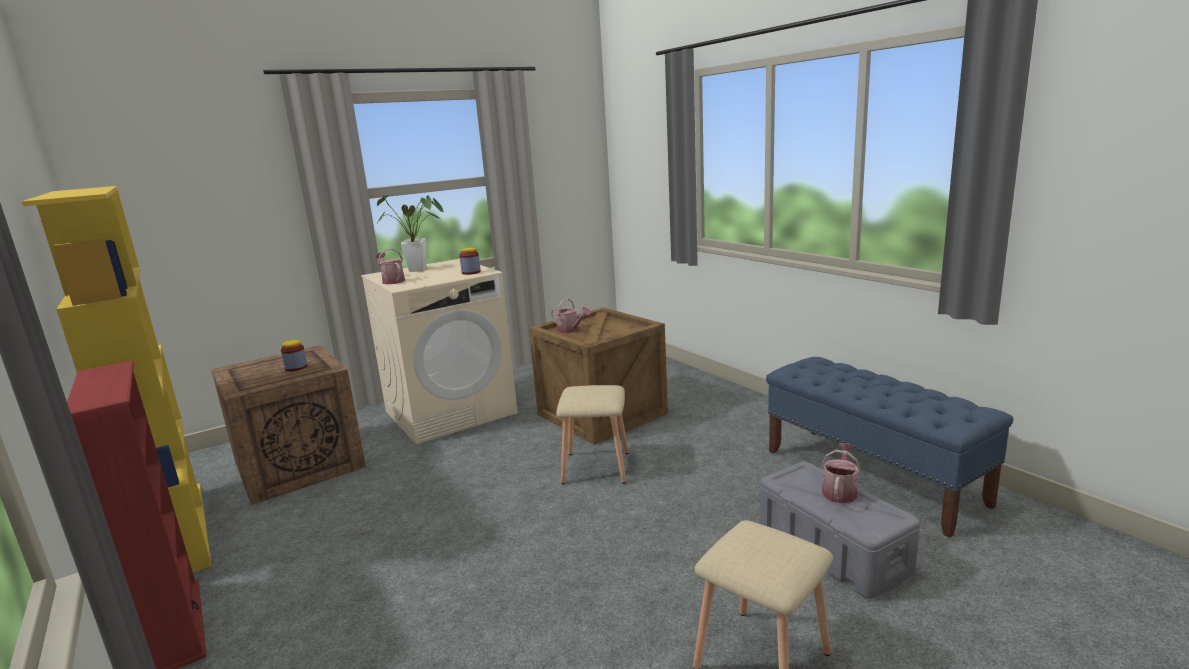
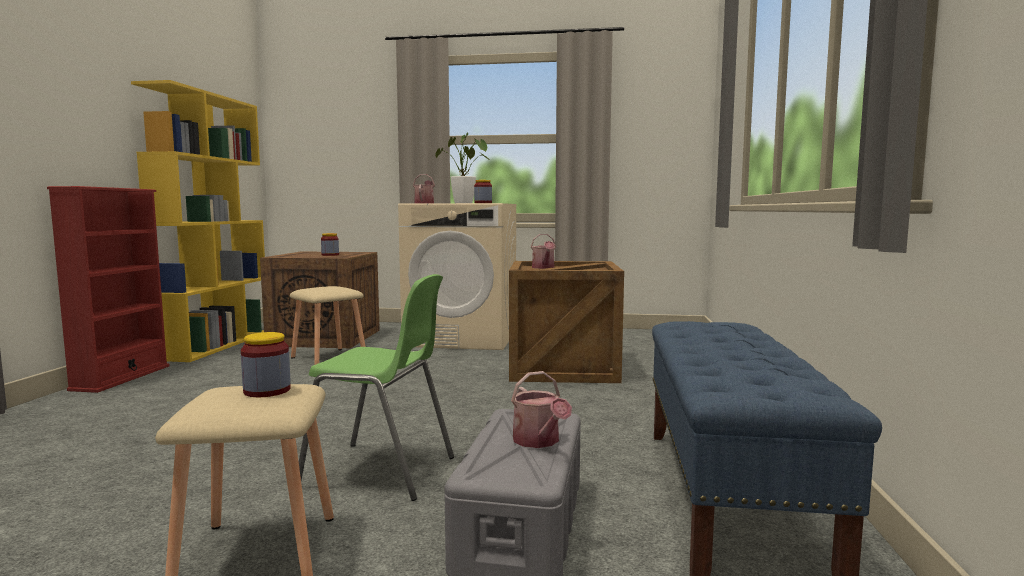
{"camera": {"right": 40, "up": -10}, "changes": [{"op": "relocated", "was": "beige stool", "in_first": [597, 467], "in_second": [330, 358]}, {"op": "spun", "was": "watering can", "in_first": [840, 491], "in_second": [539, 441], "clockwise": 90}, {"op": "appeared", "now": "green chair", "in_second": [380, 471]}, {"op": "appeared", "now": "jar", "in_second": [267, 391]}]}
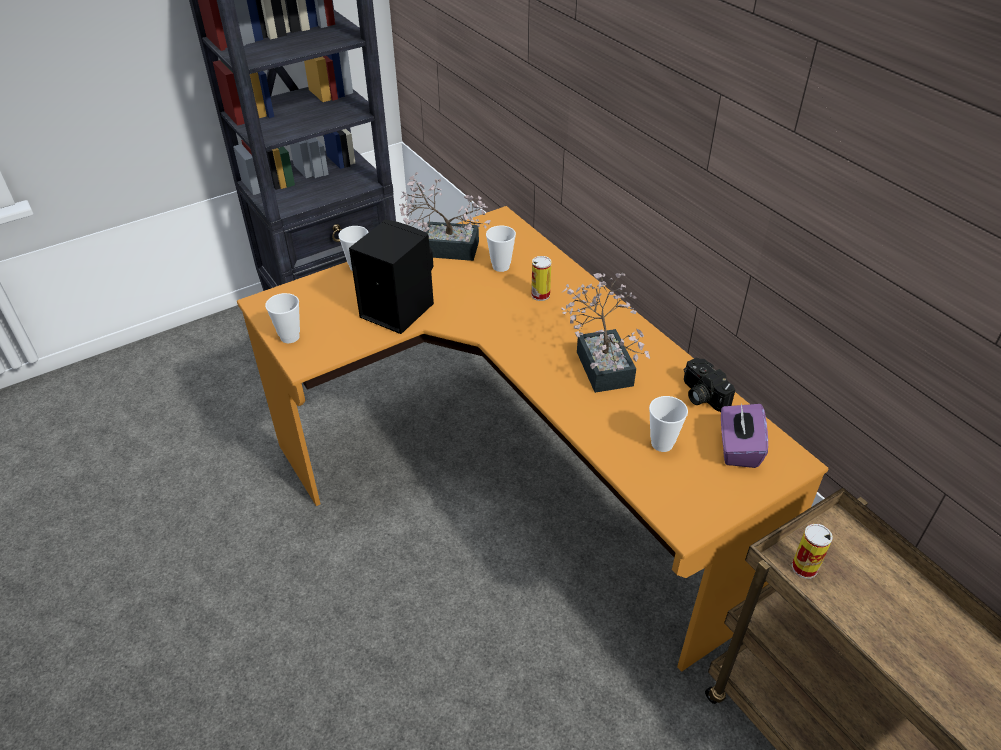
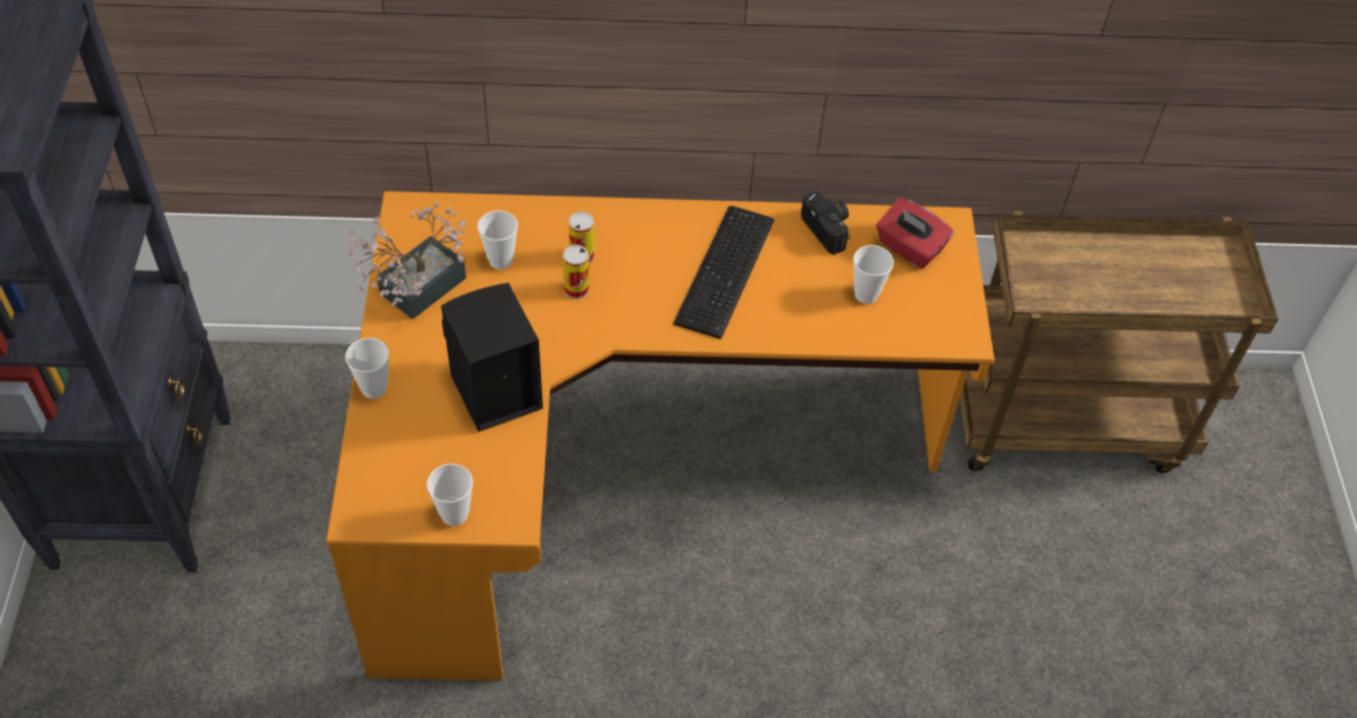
{"camera": {"right": -60, "up": 10}, "changes": [{"op": "exchanged", "was": "potted plant", "now": "keyboard", "in_first": [602, 362], "in_second": [728, 270]}, {"op": "spun", "was": "photo camera", "in_first": [701, 395], "in_second": [829, 229], "clockwise": -120}, {"op": "colour", "was": "purple tissue box", "now": "red tissue box", "in_first": [738, 448], "in_second": [909, 248]}, {"op": "relocated", "was": "can", "in_first": [804, 567], "in_second": [576, 289]}]}
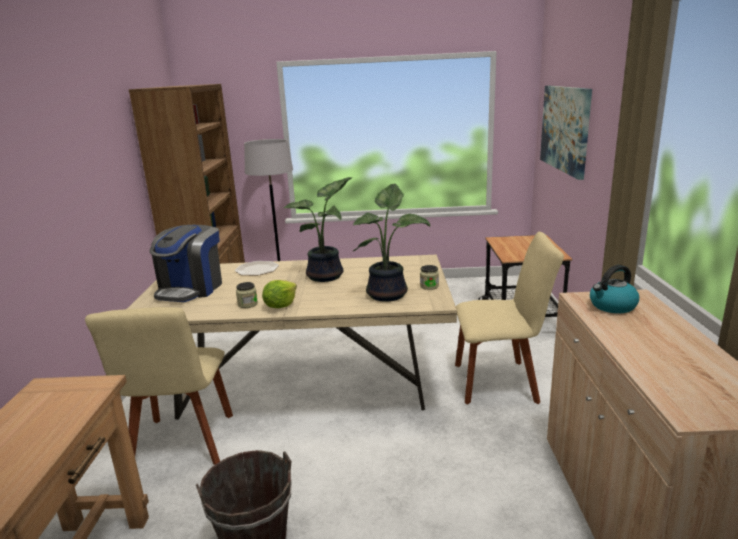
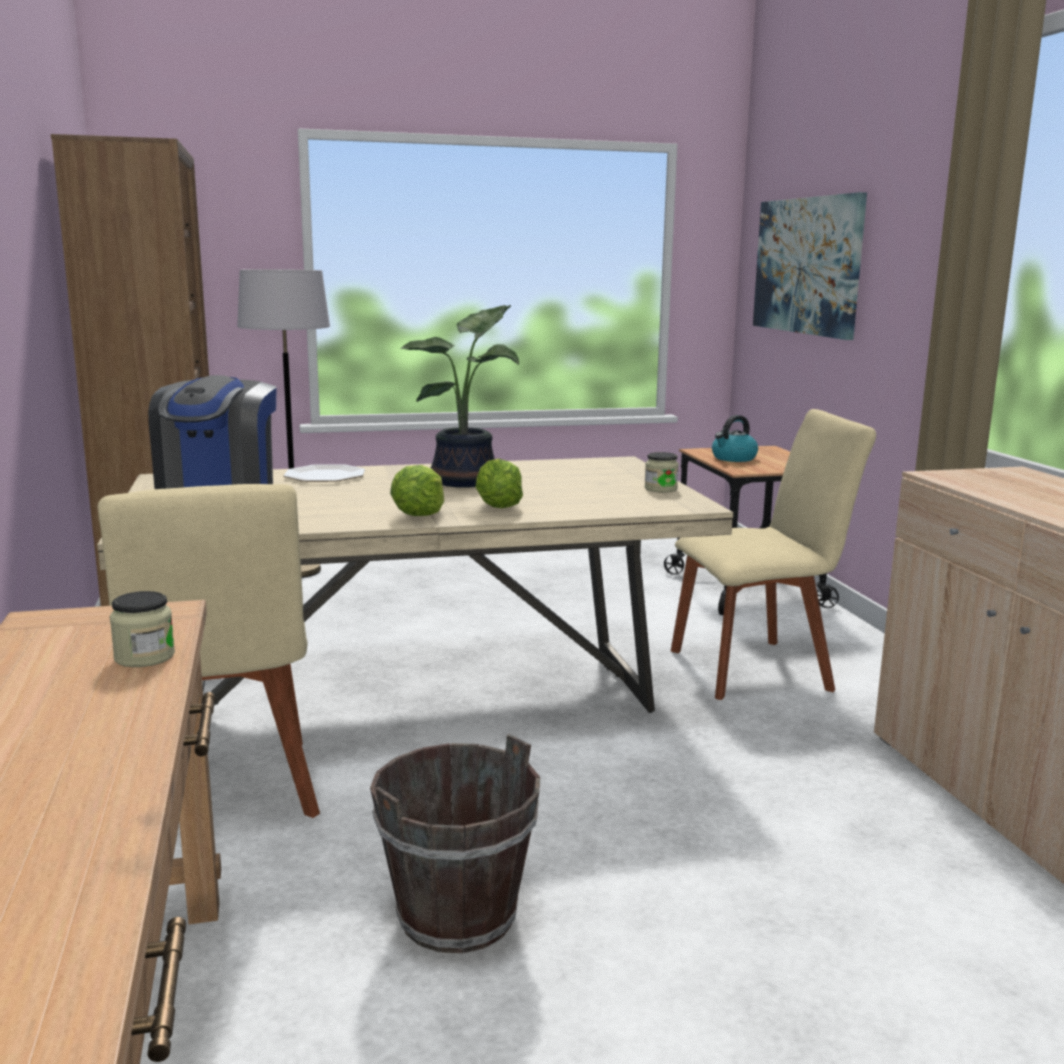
{"camera": {"right": -15, "up": -5}, "changes": [{"op": "missing", "was": "potted plant", "in_first": [389, 294]}, {"op": "relocated", "was": "kettle", "in_first": [612, 306], "in_second": [733, 458]}, {"op": "relocated", "was": "jar", "in_first": [247, 304], "in_second": [144, 657]}, {"op": "appeared", "now": "lettuce", "in_second": [497, 507]}]}
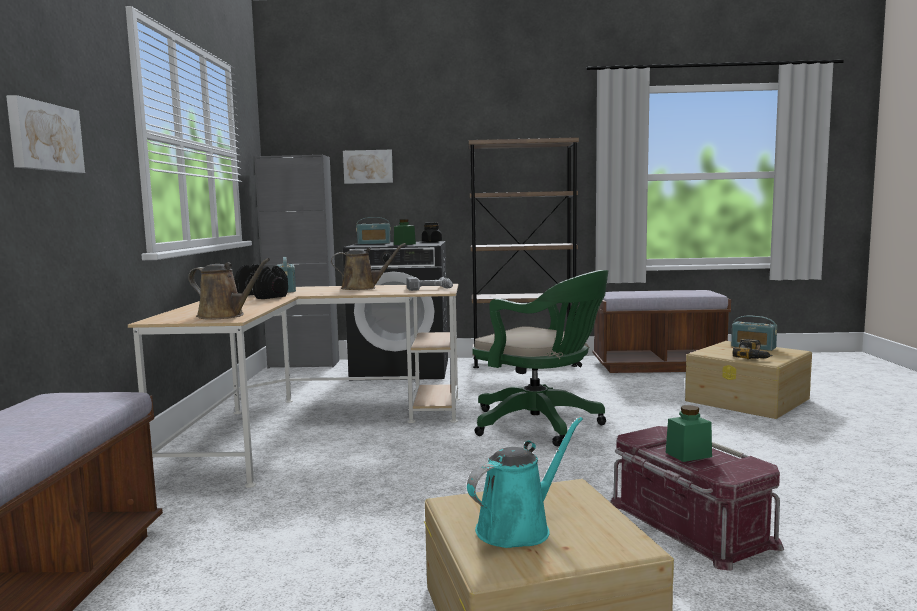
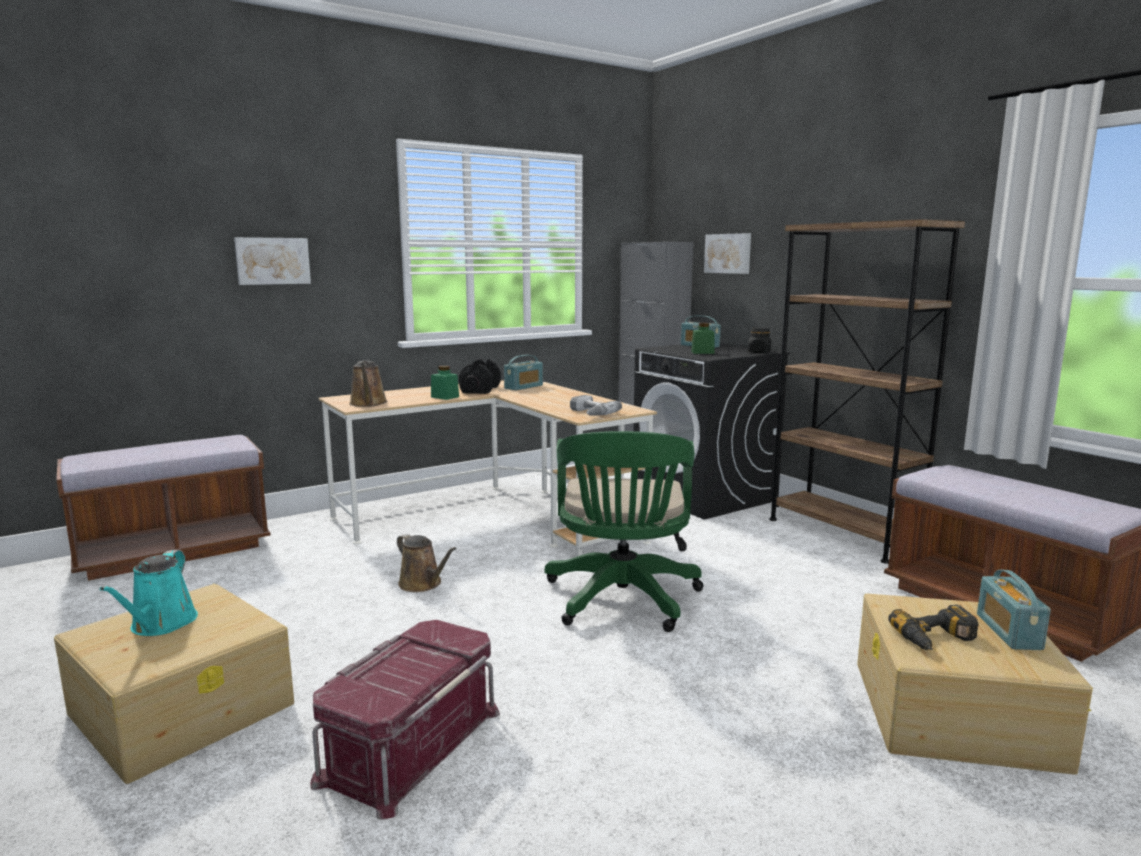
{"camera": {"right": 55, "up": 5}, "changes": [{"op": "relocated", "was": "brown watering can", "in_first": [362, 288], "in_second": [423, 584]}, {"op": "relocated", "was": "green jar", "in_first": [688, 454], "in_second": [445, 397]}, {"op": "spun", "was": "turquoise watering can", "in_first": [518, 527], "in_second": [160, 625], "clockwise": 75}]}
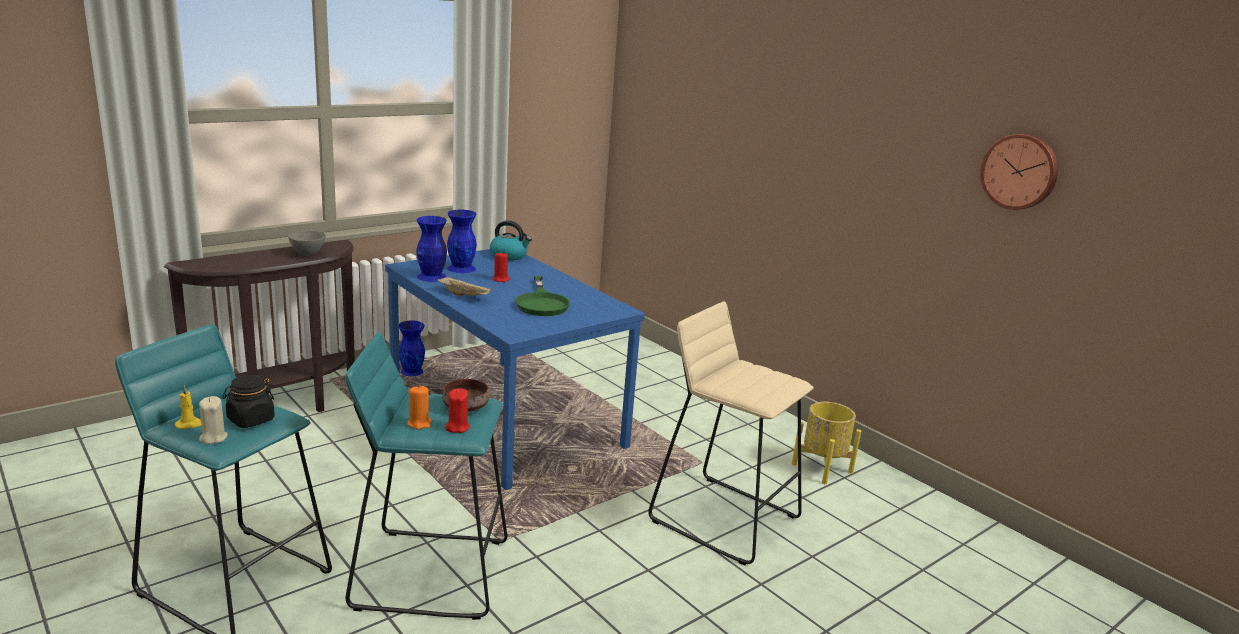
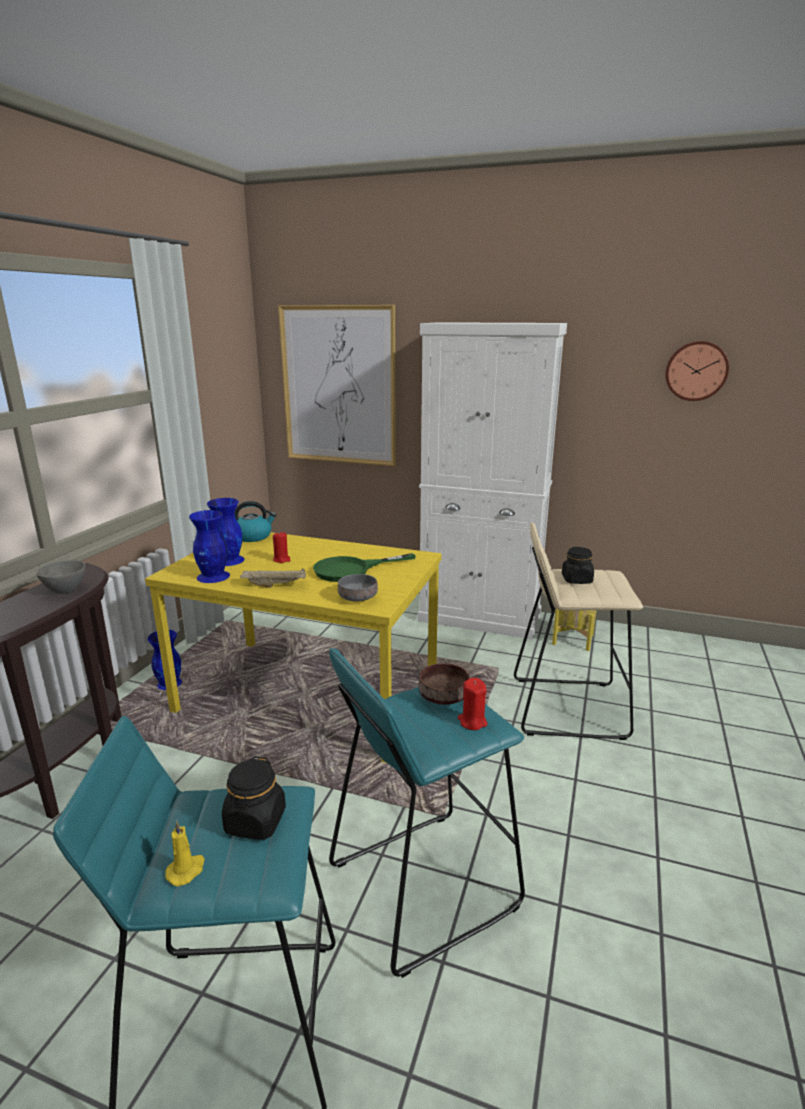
{"camera": {"right": -30, "up": 0}, "changes": [{"op": "colour", "was": "blue dining table", "now": "yellow dining table", "in_first": [507, 419], "in_second": [310, 694]}, {"op": "spun", "was": "green frying pan", "in_first": [542, 303], "in_second": [351, 570], "clockwise": 105}, {"op": "missing", "was": "orange candle", "in_first": [419, 423]}, {"op": "missing", "was": "beige candle", "in_first": [213, 438]}, {"op": "appeared", "now": "picture", "in_second": [338, 386]}, {"op": "appeared", "now": "white cabinet", "in_second": [480, 617]}, {"op": "appeared", "now": "black jar", "in_second": [577, 580]}, {"op": "appeared", "now": "grey bowl", "in_second": [357, 597]}]}
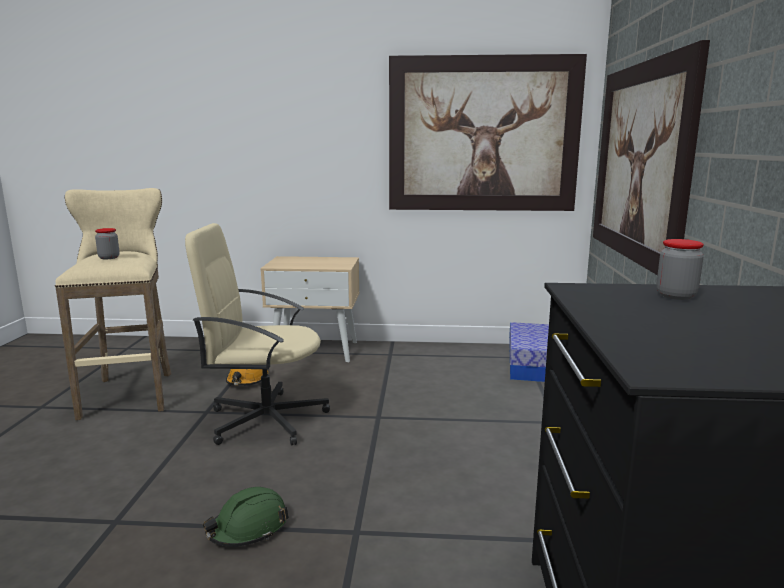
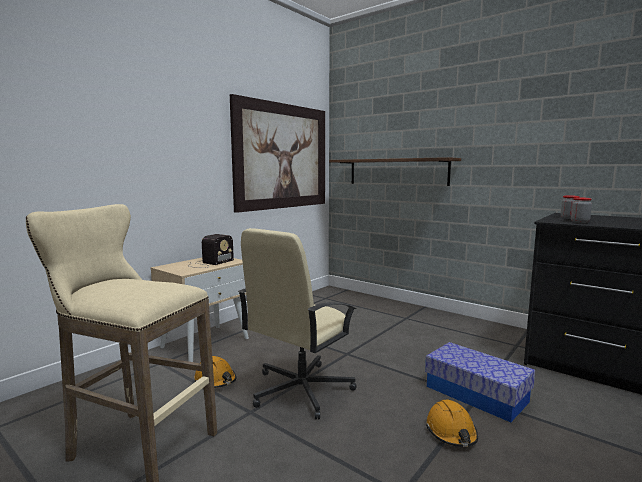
{"camera": {"right": -55, "up": -5}, "changes": [{"op": "exchanged", "was": "picture", "now": "shelf", "in_first": [640, 162], "in_second": [397, 172]}, {"op": "relocated", "was": "jar", "in_first": [109, 258], "in_second": [579, 222]}, {"op": "relocated", "was": "storage box", "in_first": [531, 365], "in_second": [476, 394]}, {"op": "colour", "was": "green hard hat", "now": "orange hard hat", "in_first": [248, 528], "in_second": [451, 432]}, {"op": "appeared", "now": "radio", "in_second": [209, 263]}]}
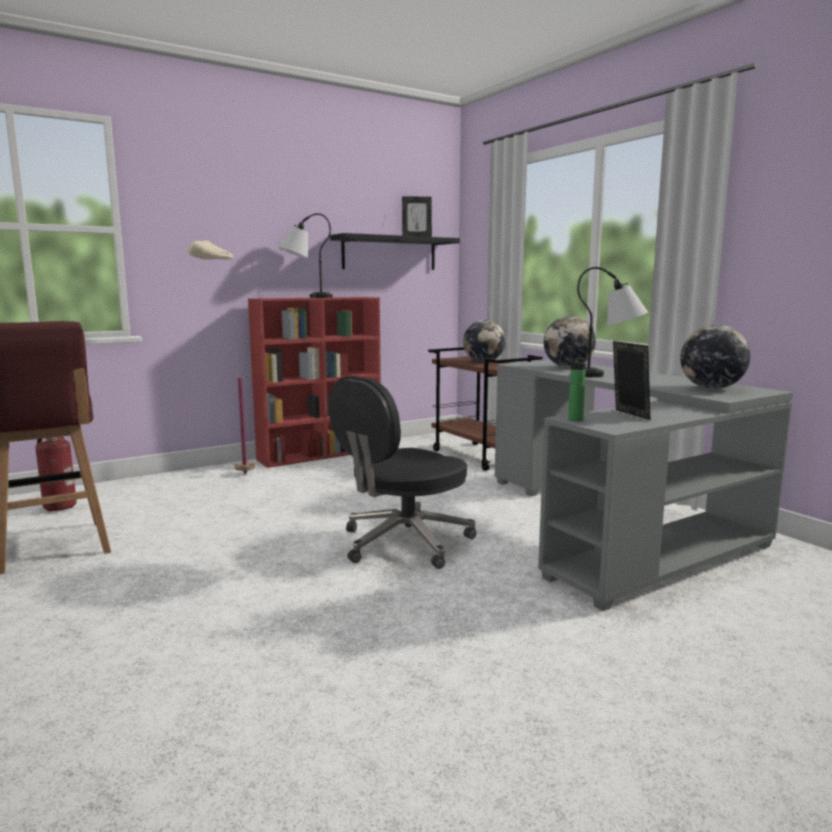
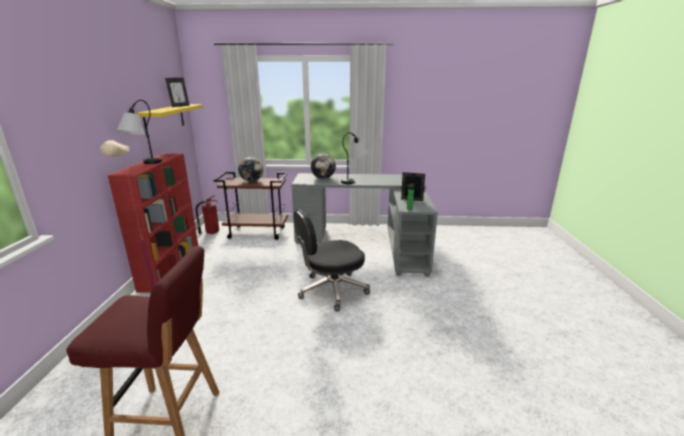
{"camera": {"right": -55, "up": 10}, "changes": [{"op": "colour", "was": "black shelf", "now": "yellow shelf", "in_first": [389, 253], "in_second": [164, 119]}, {"op": "missing", "was": "globe", "in_first": [711, 388]}, {"op": "spun", "was": "black office chair", "in_first": [403, 543], "in_second": [331, 290], "clockwise": 75}, {"op": "relocated", "was": "fire extinguisher", "in_first": [59, 507], "in_second": [211, 232]}]}
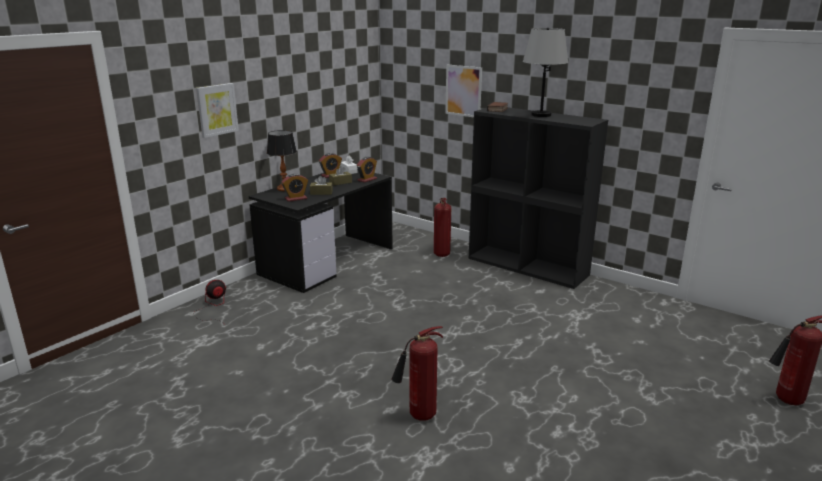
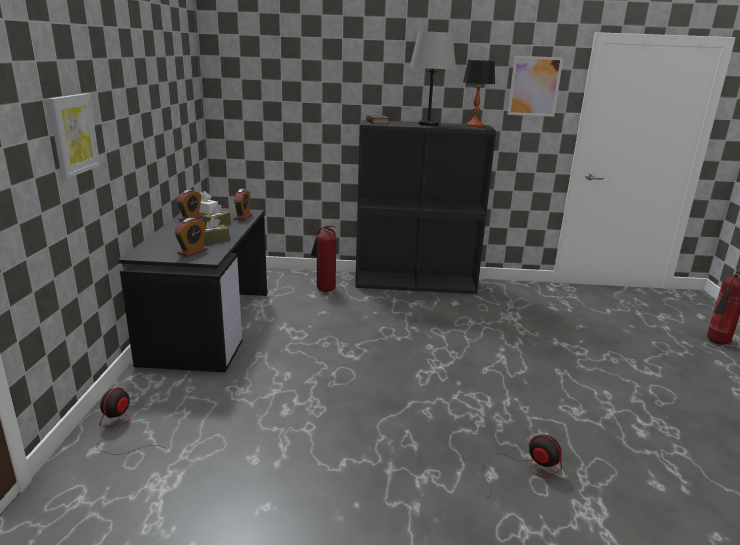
{"camera": {"right": -35, "up": 0}, "changes": [{"op": "relocated", "was": "picture", "in_first": [463, 91], "in_second": [534, 86]}, {"op": "relocated", "was": "table lamp", "in_first": [284, 188], "in_second": [474, 125]}, {"op": "exchanged", "was": "fire extinguisher", "now": "fan", "in_first": [419, 416], "in_second": [525, 469]}]}
